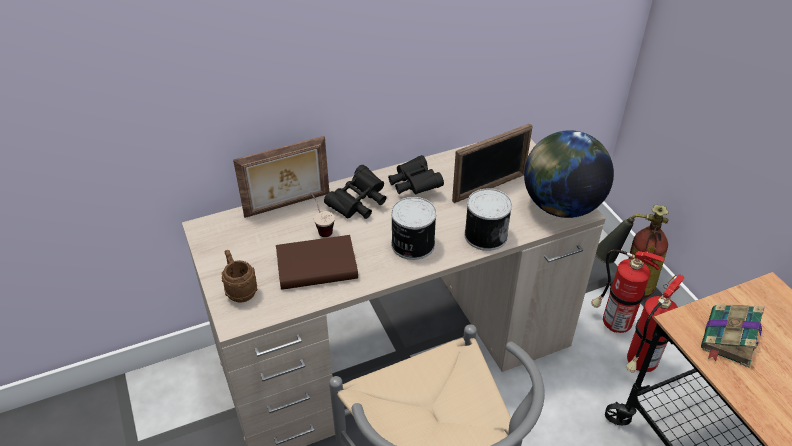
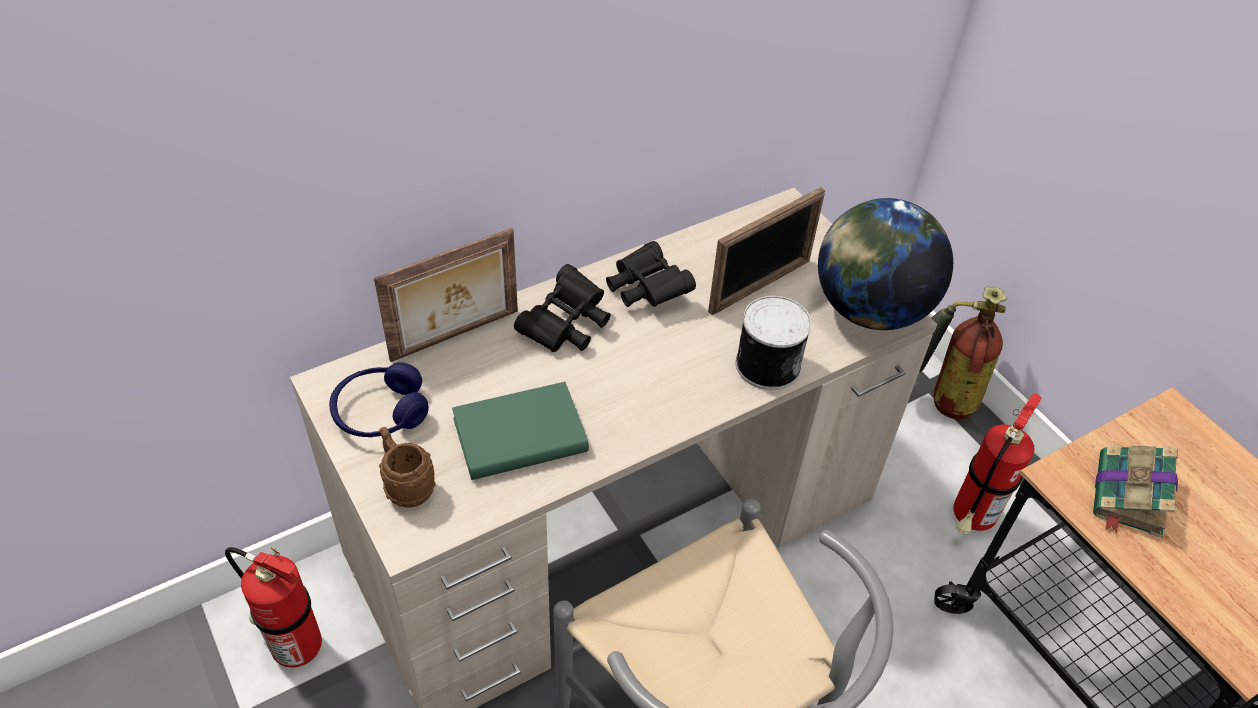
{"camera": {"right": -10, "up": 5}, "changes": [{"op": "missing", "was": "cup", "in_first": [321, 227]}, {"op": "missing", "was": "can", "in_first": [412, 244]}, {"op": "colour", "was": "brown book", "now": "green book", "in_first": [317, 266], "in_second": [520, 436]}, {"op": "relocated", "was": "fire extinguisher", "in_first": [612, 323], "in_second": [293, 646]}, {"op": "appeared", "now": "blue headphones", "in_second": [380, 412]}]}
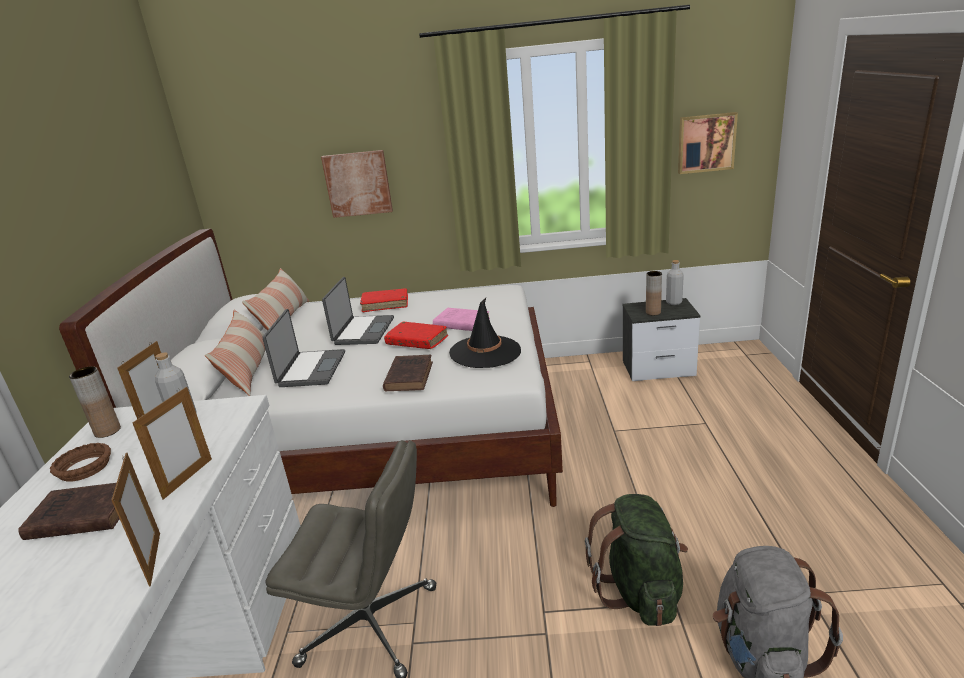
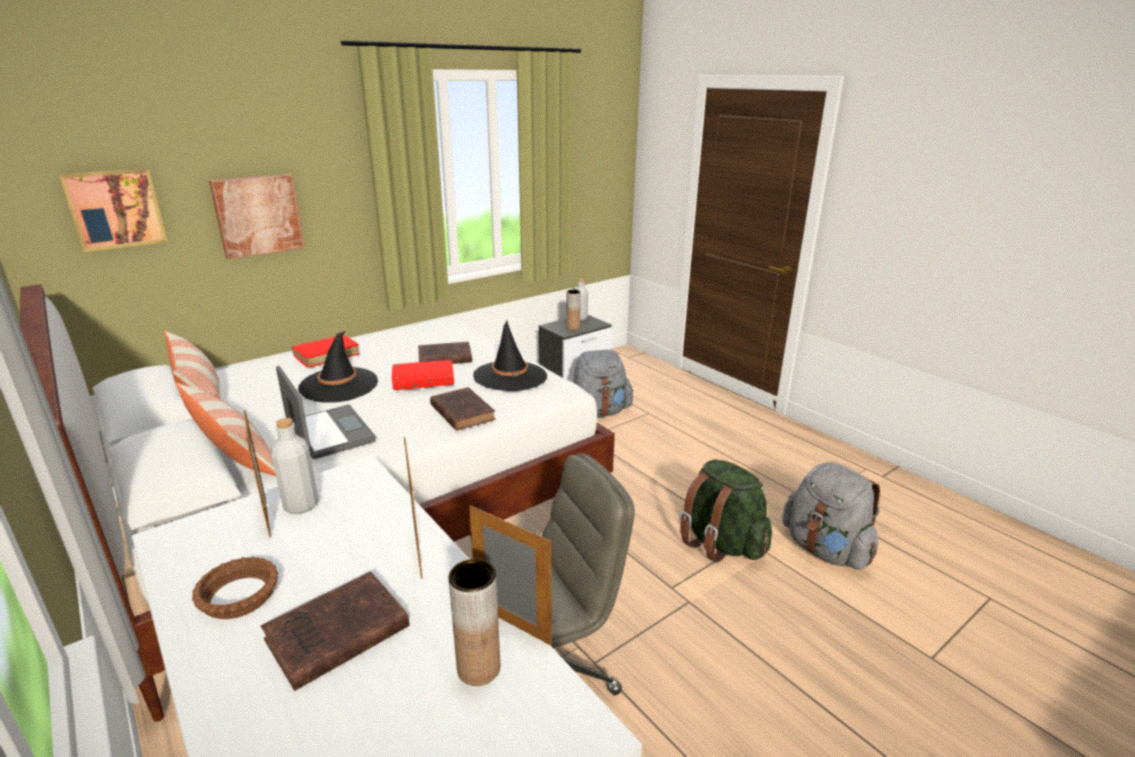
{"camera": {"right": -40, "up": 0}, "changes": [{"op": "relocated", "was": "picture", "in_first": [706, 143], "in_second": [115, 208]}, {"op": "exchanged", "was": "laptop", "now": "black hat", "in_first": [362, 331], "in_second": [339, 385]}, {"op": "colour", "was": "pink book", "now": "brown book", "in_first": [460, 323], "in_second": [443, 358]}, {"op": "relocated", "was": "brown vase", "in_first": [107, 431], "in_second": [478, 668]}, {"op": "appeared", "now": "grey backpack", "in_second": [598, 412]}]}
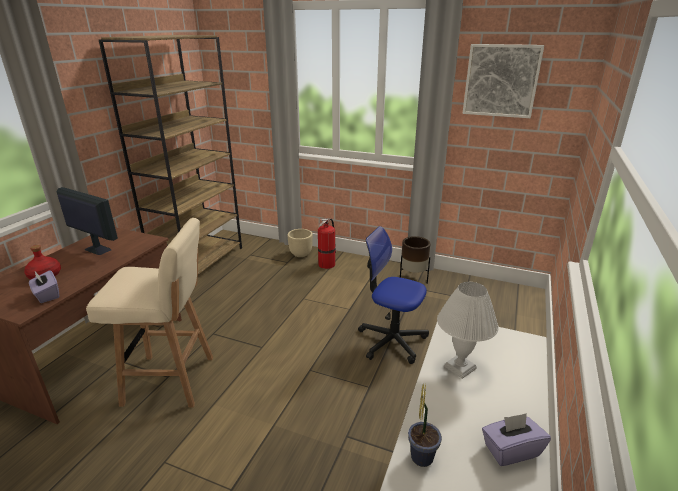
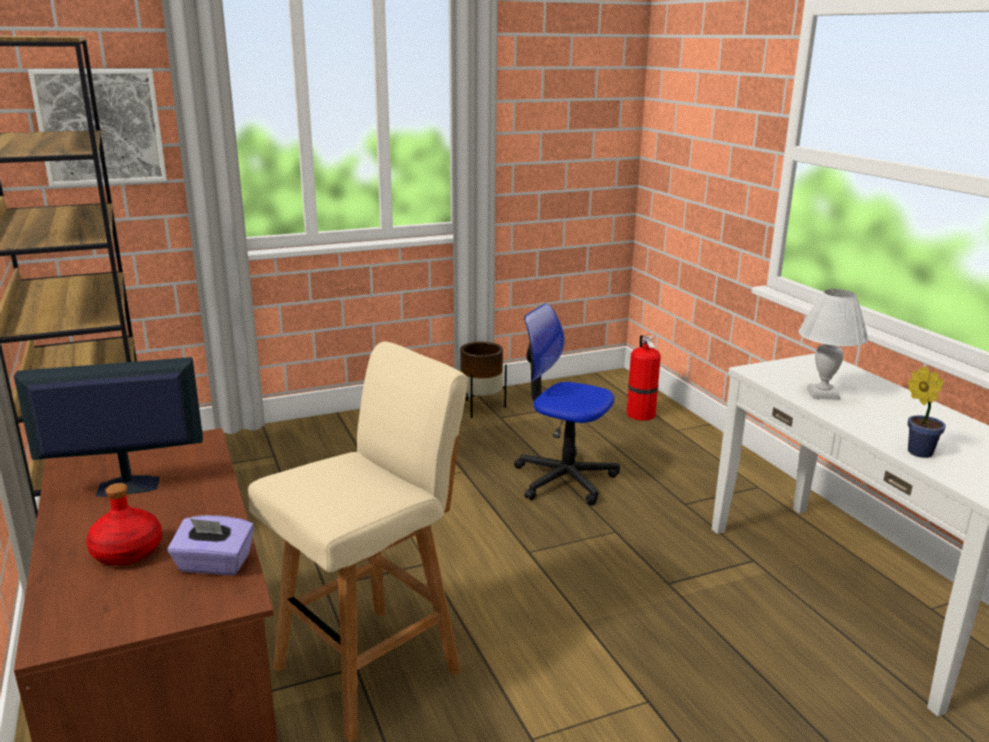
{"camera": {"right": -45, "up": -5}, "changes": [{"op": "relocated", "was": "picture", "in_first": [501, 81], "in_second": [100, 127]}, {"op": "relocated", "was": "fire extinguisher", "in_first": [327, 264], "in_second": [640, 413]}, {"op": "spun", "was": "office chair", "in_first": [392, 340], "in_second": [564, 479], "clockwise": 45}, {"op": "missing", "was": "beige planter", "in_first": [301, 254]}, {"op": "missing", "was": "purple tissue box", "in_first": [511, 450]}]}
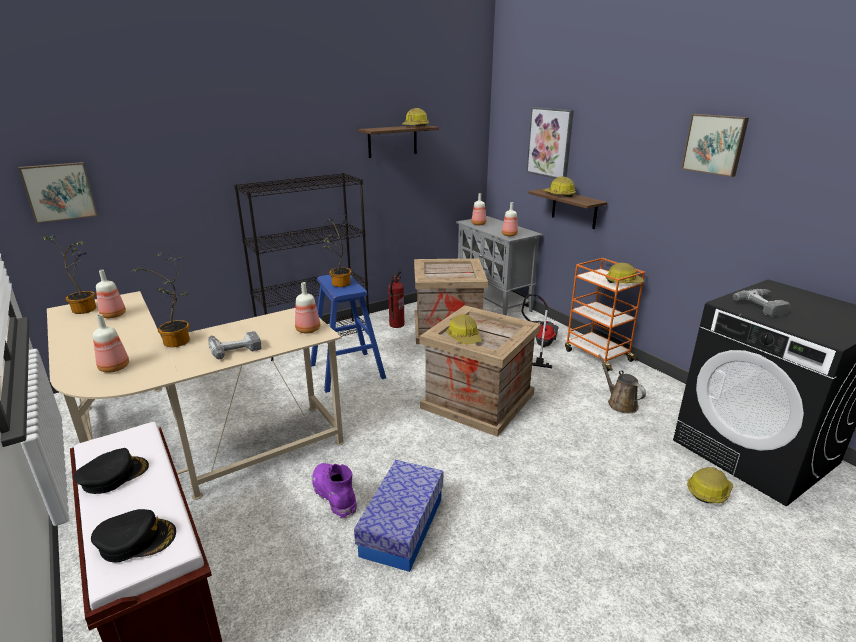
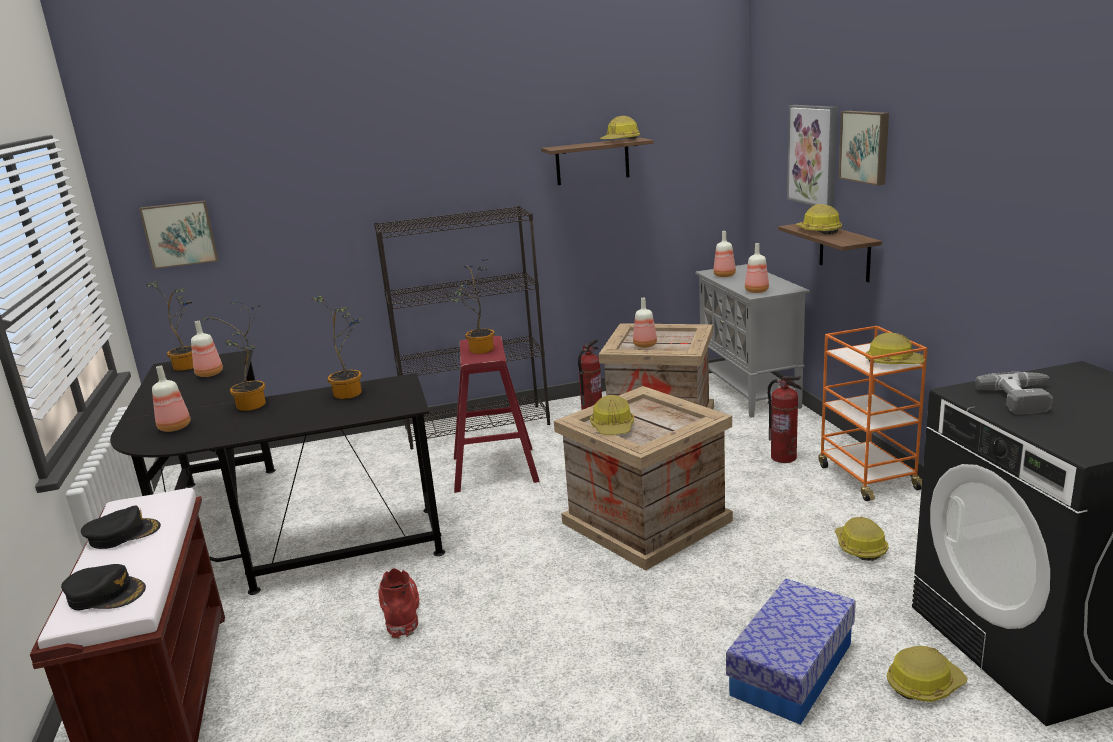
{"camera": {"right": 20, "up": -5}, "changes": [{"op": "relocated", "was": "picture", "in_first": [715, 144], "in_second": [866, 146]}, {"op": "colour", "was": "blue stool", "now": "red stool", "in_first": [347, 371], "in_second": [495, 469]}, {"op": "relocated", "was": "bottle", "in_first": [307, 330], "in_second": [644, 345]}, {"op": "colour", "was": "beige desk", "now": "black desk", "in_first": [188, 445], "in_second": [272, 535]}, {"op": "exchanged", "was": "vacuum cleaner", "now": "fire extinguisher", "in_first": [540, 346], "in_second": [784, 457]}, {"op": "missing", "was": "power drill", "in_first": [234, 347]}, {"op": "exchanged", "was": "brown watering can", "now": "hard hat", "in_first": [620, 403], "in_second": [859, 547]}, {"op": "relocated", "was": "storage box", "in_first": [402, 526], "in_second": [791, 668]}, {"op": "colour", "was": "purple boot", "now": "red boot", "in_first": [334, 495], "in_second": [400, 612]}, {"op": "appeared", "now": "potted plant", "in_second": [351, 392]}]}
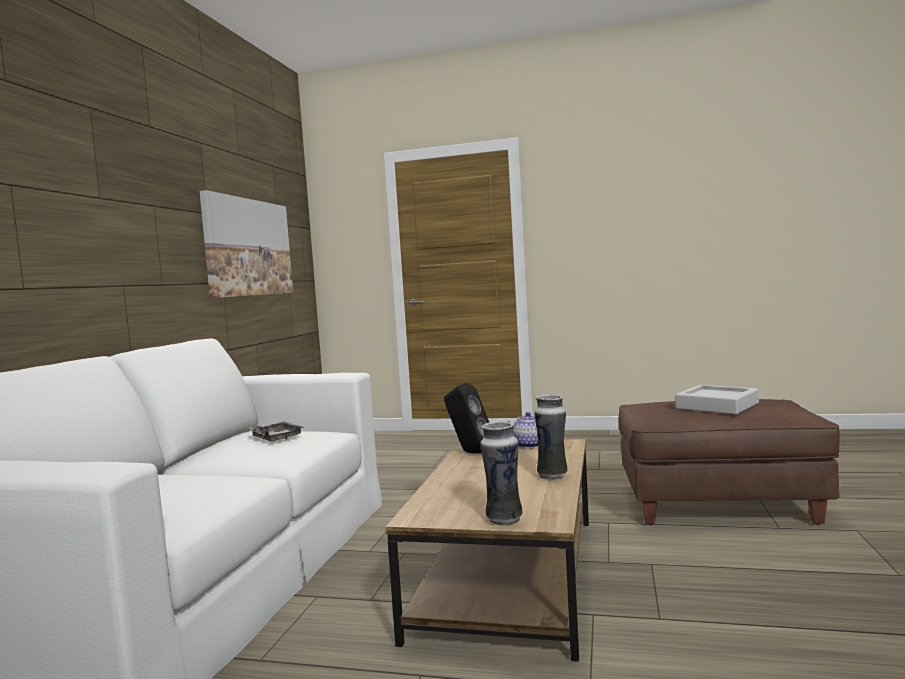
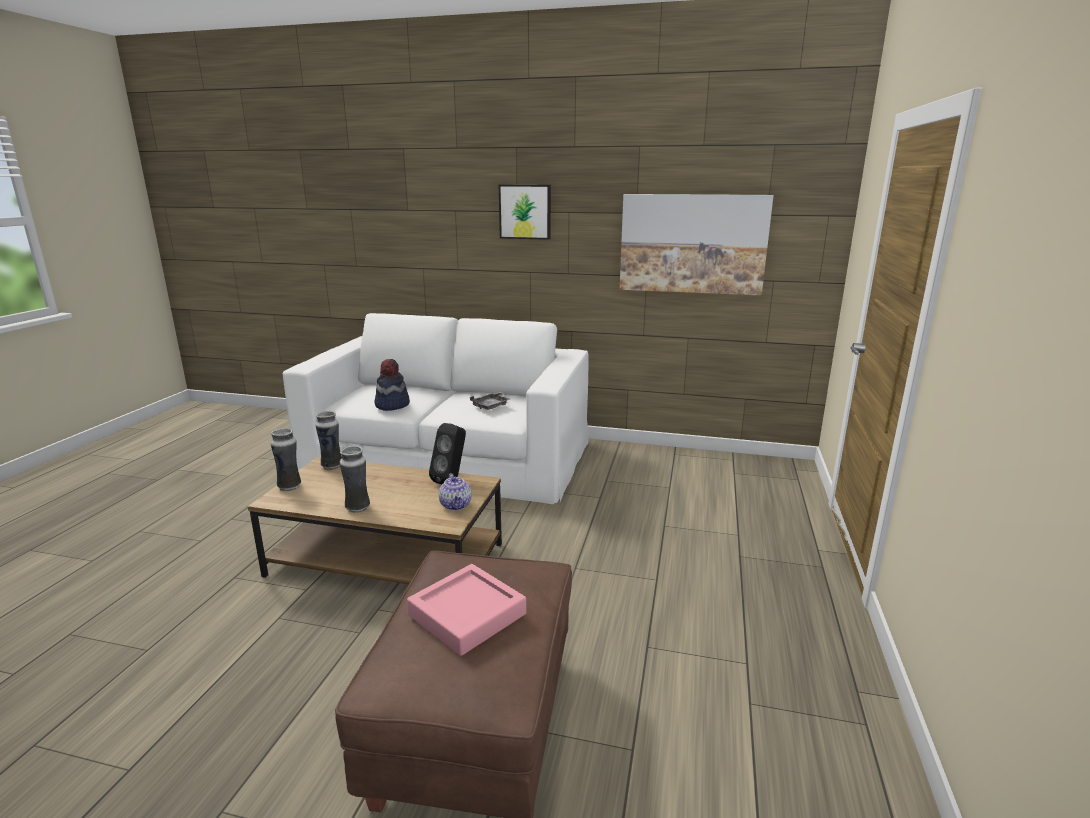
{"camera": {"right": 90, "up": 15}, "changes": [{"op": "colour", "was": "grey tray", "now": "pink tray", "in_first": [717, 406], "in_second": [467, 614]}, {"op": "appeared", "now": "picture", "in_second": [525, 211]}, {"op": "appeared", "now": "hat", "in_second": [392, 405]}, {"op": "appeared", "now": "vase", "in_second": [332, 466]}]}
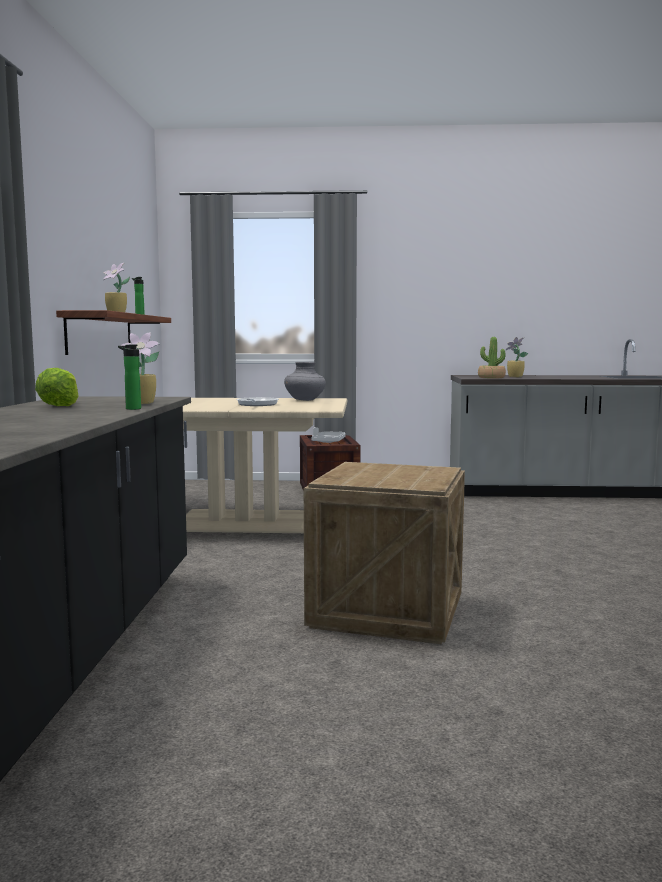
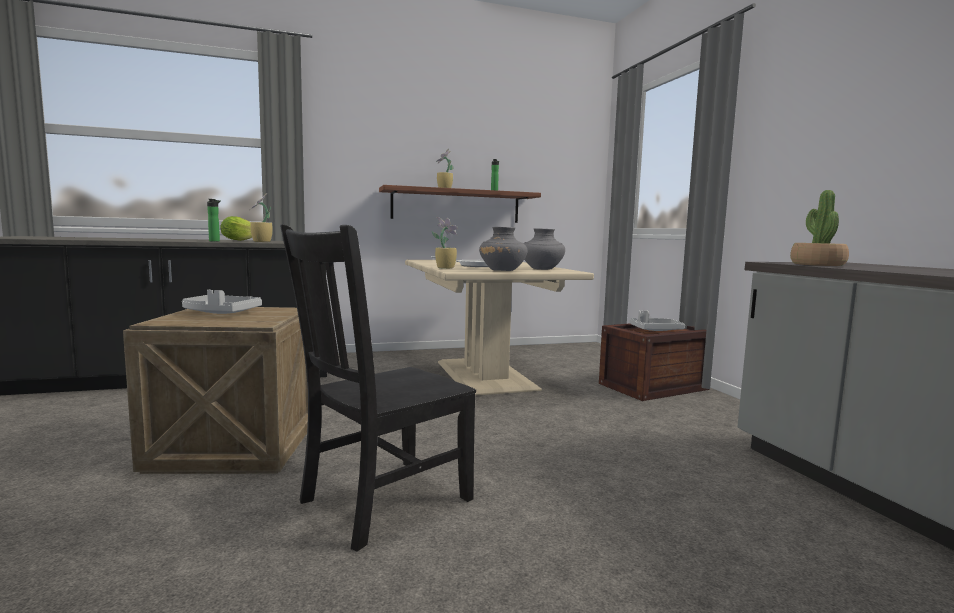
{"camera": {"right": 70, "up": 0}, "changes": [{"op": "relocated", "was": "potted plant", "in_first": [514, 376], "in_second": [445, 268]}, {"op": "appeared", "now": "black chair", "in_second": [381, 501]}, {"op": "appeared", "now": "grey vase", "in_second": [502, 271]}, {"op": "appeared", "now": "grey tray", "in_second": [220, 313]}]}
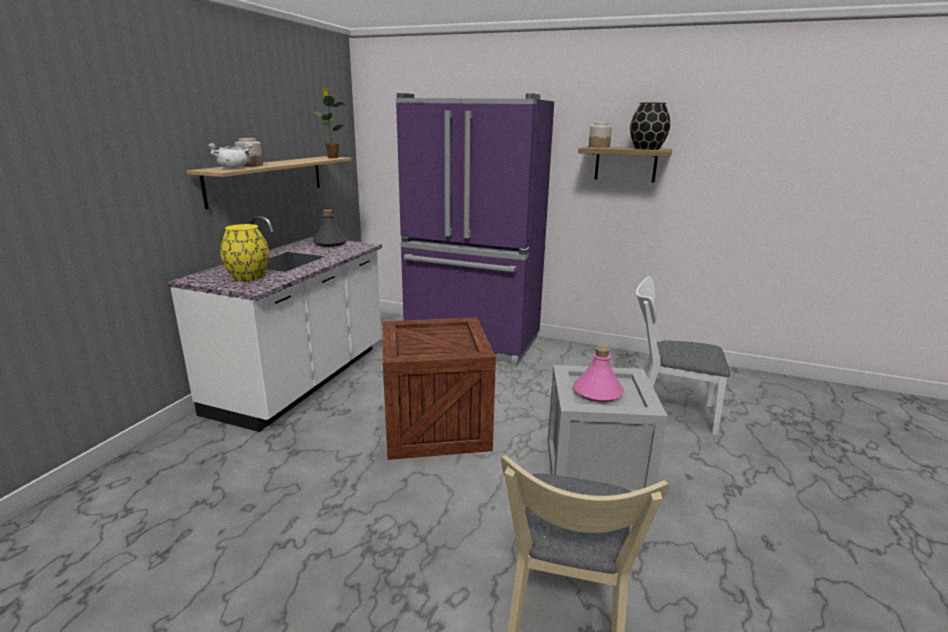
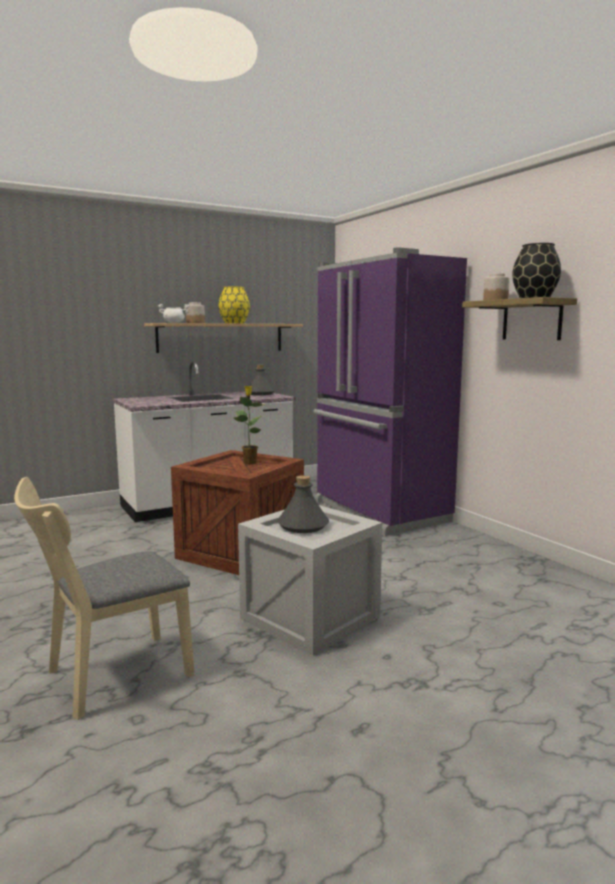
{"camera": {"right": 40, "up": -10}, "changes": [{"op": "relocated", "was": "potted plant", "in_first": [332, 157], "in_second": [249, 463]}, {"op": "relocated", "was": "yellow vase", "in_first": [248, 277], "in_second": [234, 323]}, {"op": "missing", "was": "white chair", "in_first": [666, 412]}, {"op": "colour", "was": "pink bottle", "now": "grey bottle", "in_first": [598, 392], "in_second": [303, 526]}]}
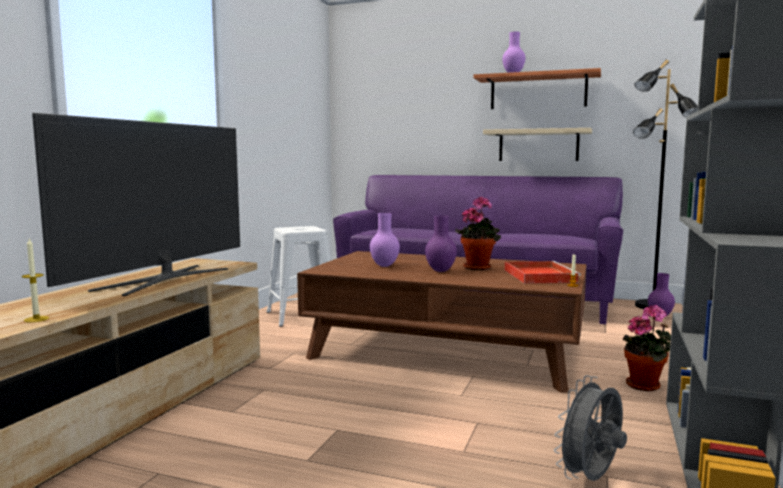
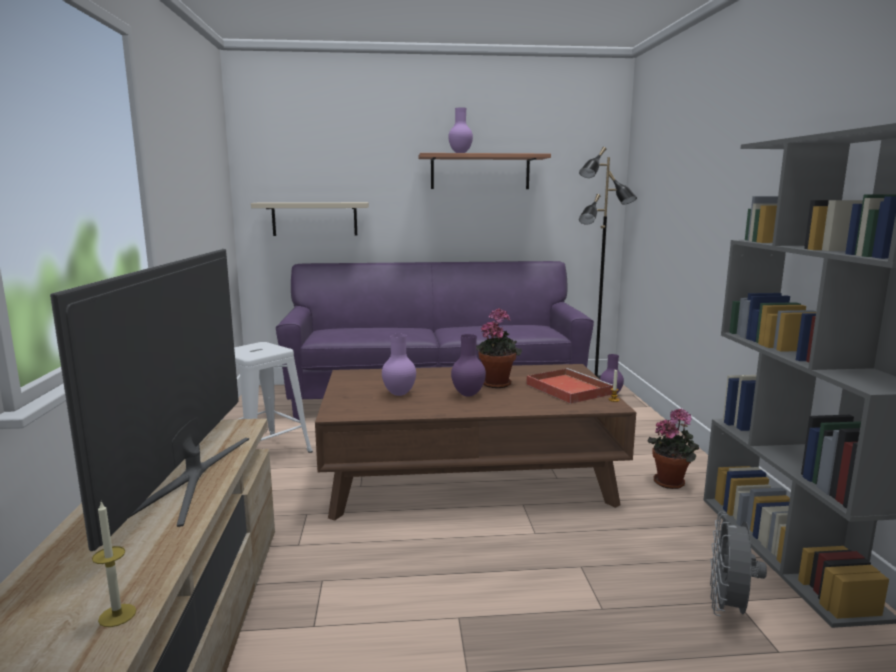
{"camera": {"right": -25, "up": 5}, "changes": [{"op": "relocated", "was": "beige shelf", "in_first": [538, 145], "in_second": [314, 219]}]}
